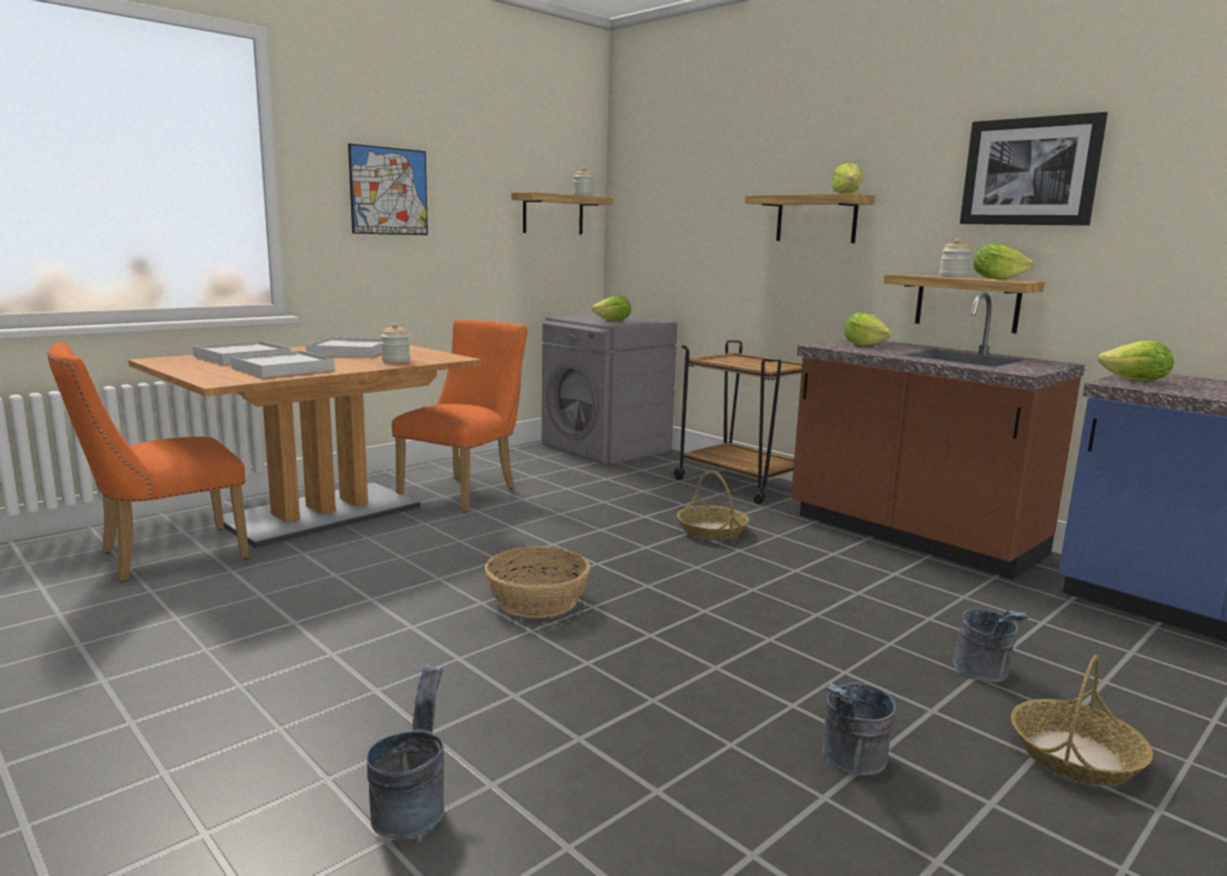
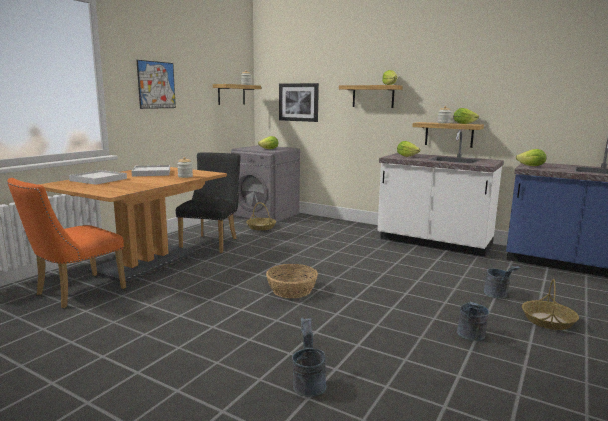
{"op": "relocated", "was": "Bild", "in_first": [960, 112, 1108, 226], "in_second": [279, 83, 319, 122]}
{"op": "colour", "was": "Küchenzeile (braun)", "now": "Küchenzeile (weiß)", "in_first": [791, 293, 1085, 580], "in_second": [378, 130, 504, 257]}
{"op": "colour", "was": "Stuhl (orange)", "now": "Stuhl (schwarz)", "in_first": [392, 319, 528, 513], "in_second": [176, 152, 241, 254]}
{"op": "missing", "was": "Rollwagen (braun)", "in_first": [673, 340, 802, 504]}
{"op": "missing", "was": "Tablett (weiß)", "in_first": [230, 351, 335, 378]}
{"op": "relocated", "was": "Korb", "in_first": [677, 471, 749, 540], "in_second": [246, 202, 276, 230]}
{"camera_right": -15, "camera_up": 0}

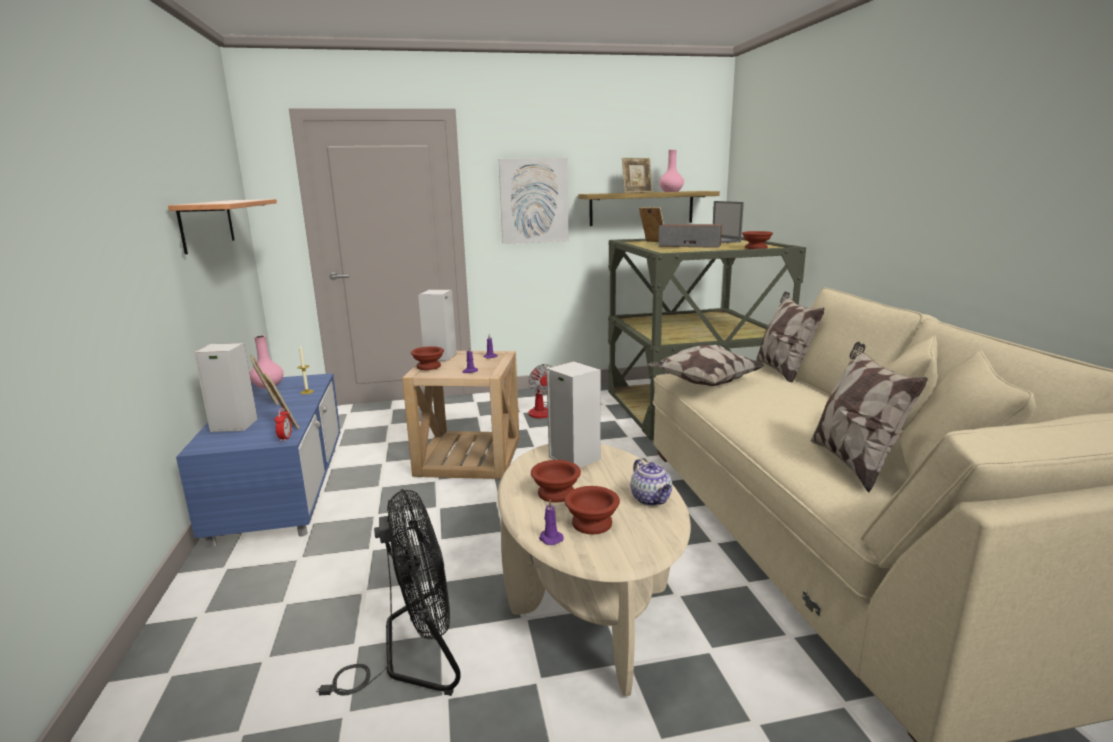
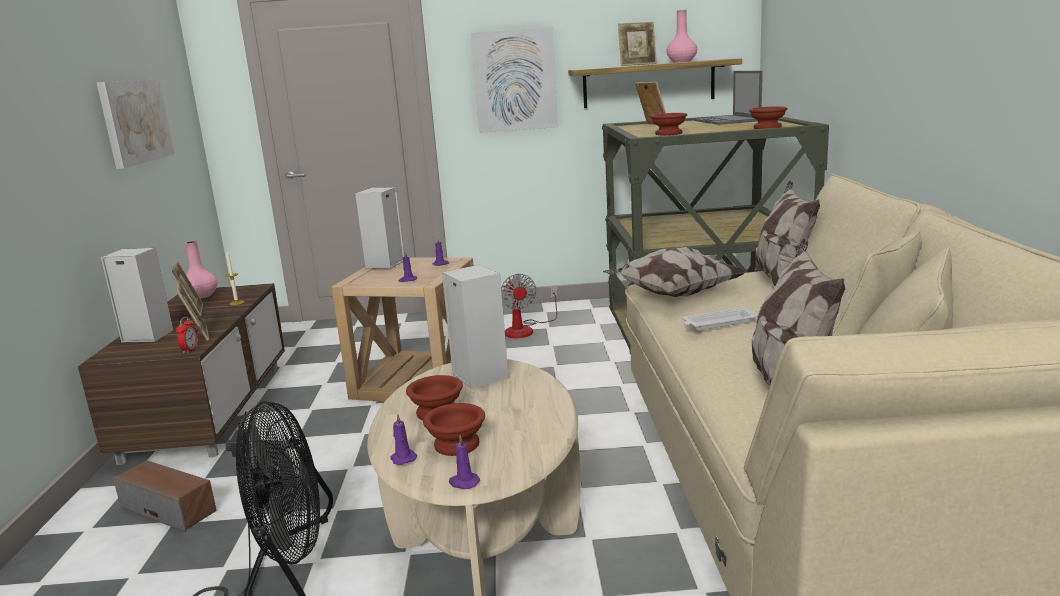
{"op": "exchanged", "was": "Wandregal", "now": "Bild", "in_first": [168, 199, 277, 254], "in_second": [97, 79, 175, 169]}
{"op": "relocated", "was": "Lautsprecher", "in_first": [658, 224, 722, 248], "in_second": [113, 460, 217, 531]}
{"op": "relocated", "was": "Schüssel (braun)", "in_first": [411, 346, 444, 370], "in_second": [650, 113, 687, 135]}
{"op": "colour", "was": "Fernsehschrank (blau)", "now": "Fernsehschrank (braun)", "in_first": [176, 373, 340, 548], "in_second": [78, 283, 285, 465]}
{"op": "missing", "was": "Teekanne", "in_first": [630, 459, 672, 506]}
{"op": "appeared", "now": "Tablett (weiß)", "in_second": [682, 307, 758, 330]}
{"op": "appeared", "now": "Kerze (lila)", "in_second": [449, 435, 480, 489]}
{"camera_right": 10, "camera_up": 0}

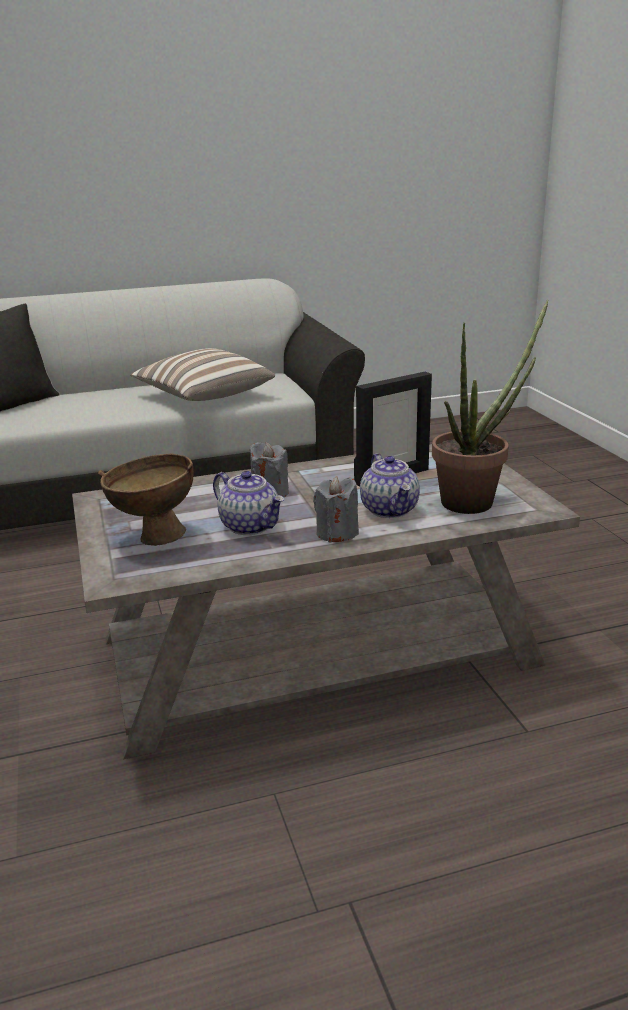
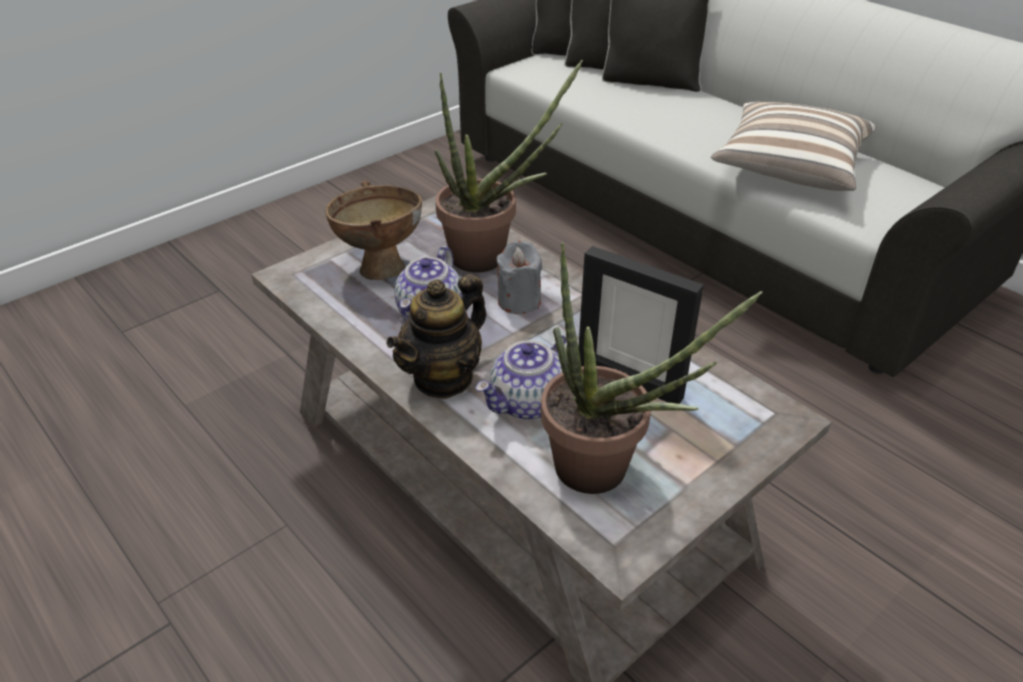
{"op": "exchanged", "was": "Kerze (grau)", "now": "Teekanne", "in_first": [313, 476, 359, 543], "in_second": [386, 274, 487, 399]}
{"op": "appeared", "now": "Topfpflanze", "in_second": [435, 60, 583, 273]}
{"camera_right": 65, "camera_up": 15}

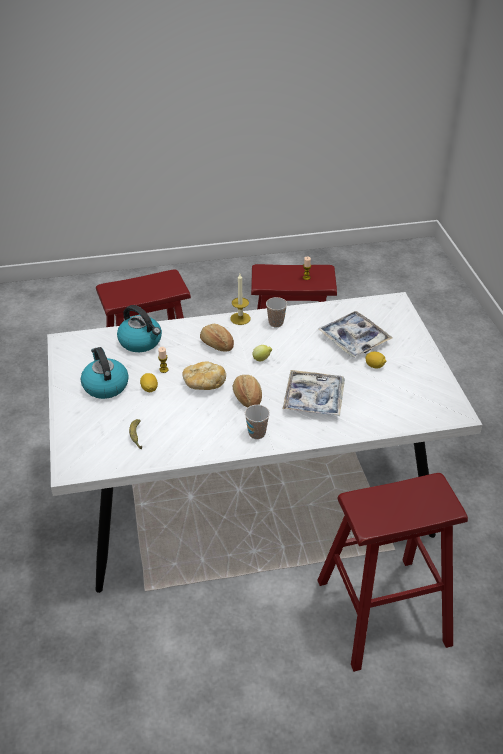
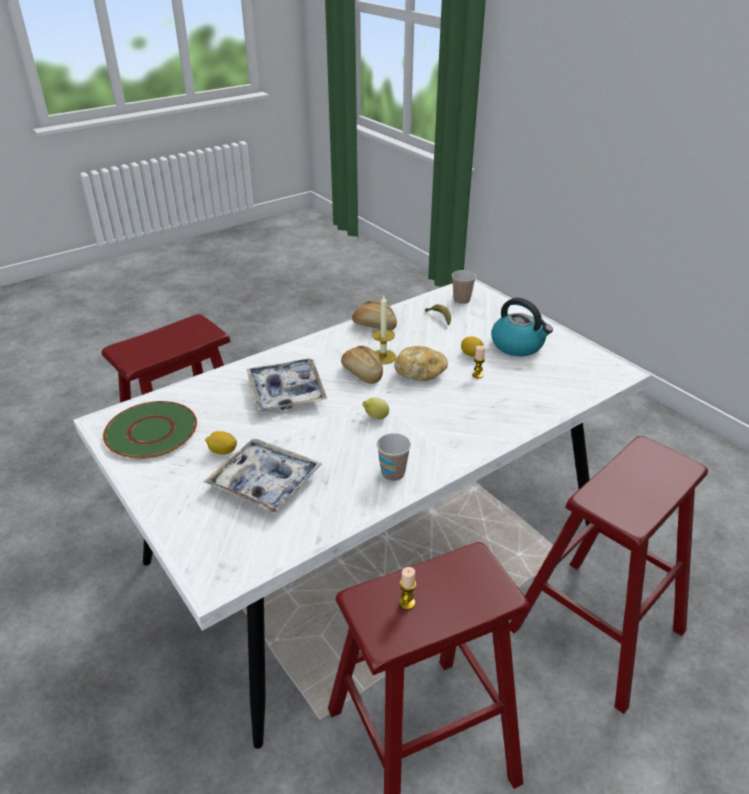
{"op": "relocated", "was": "Kerze", "in_first": [230, 274, 250, 325], "in_second": [372, 295, 396, 364]}
{"op": "missing", "was": "Wasserkessel", "in_first": [117, 305, 162, 352]}
{"op": "relocated", "was": "Brot", "in_first": [200, 324, 234, 352], "in_second": [352, 301, 397, 330]}
{"op": "relocated", "was": "Tasse", "in_first": [245, 405, 270, 439], "in_second": [452, 270, 476, 304]}
{"op": "appeared", "now": "Teller (grün)", "in_second": [103, 401, 197, 459]}
{"camera_right": 155, "camera_up": -5}

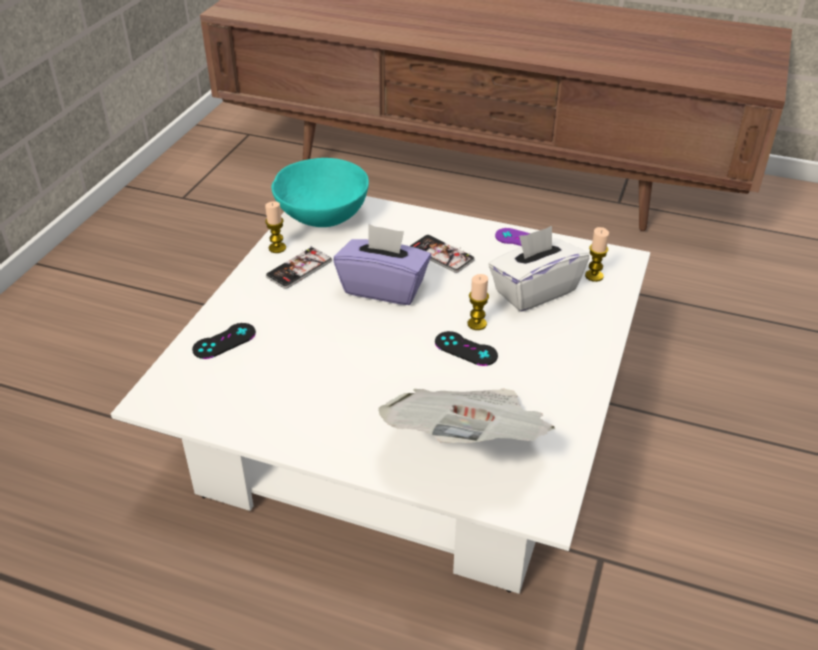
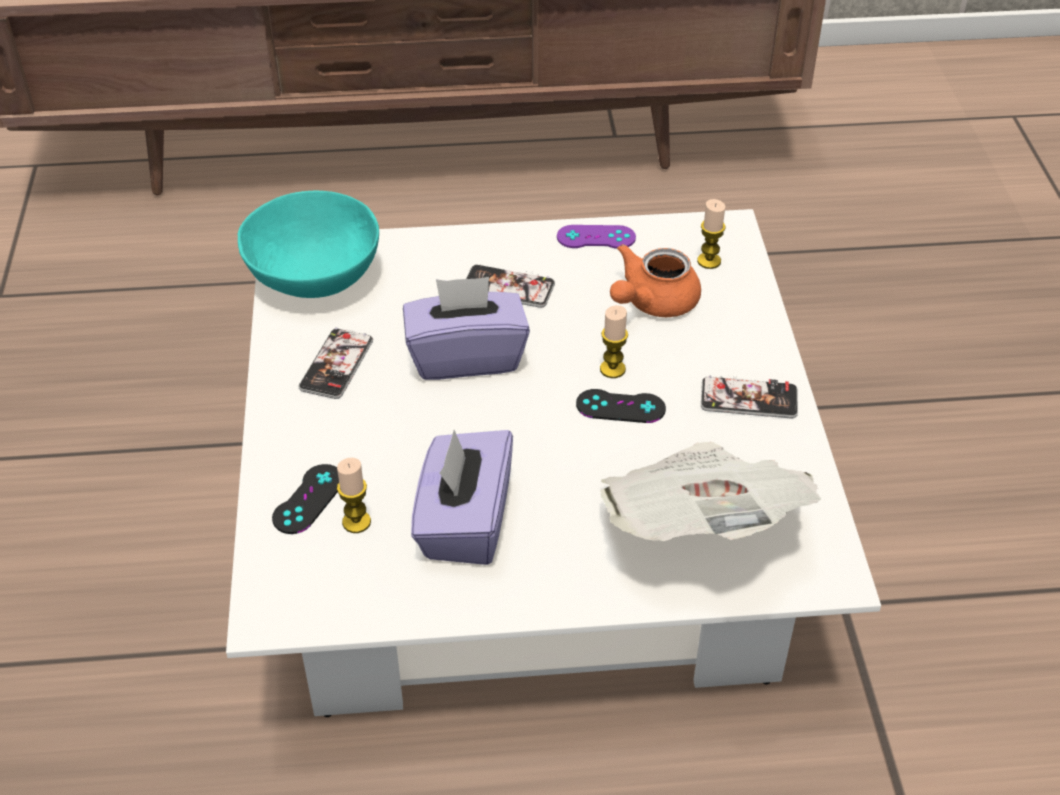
{"op": "relocated", "was": "Kerze", "in_first": [265, 201, 286, 253], "in_second": [337, 458, 371, 533]}
{"op": "exchanged", "was": "Taschentuchbox (weiß)", "now": "Teekanne (orange)", "in_first": [488, 226, 589, 312], "in_second": [610, 244, 701, 317]}
{"op": "appeared", "now": "Handy", "in_second": [701, 376, 798, 419]}
{"op": "appeared", "now": "Taschentuchbox (lila)", "in_second": [411, 430, 513, 565]}
{"camera_right": -25, "camera_up": 5}

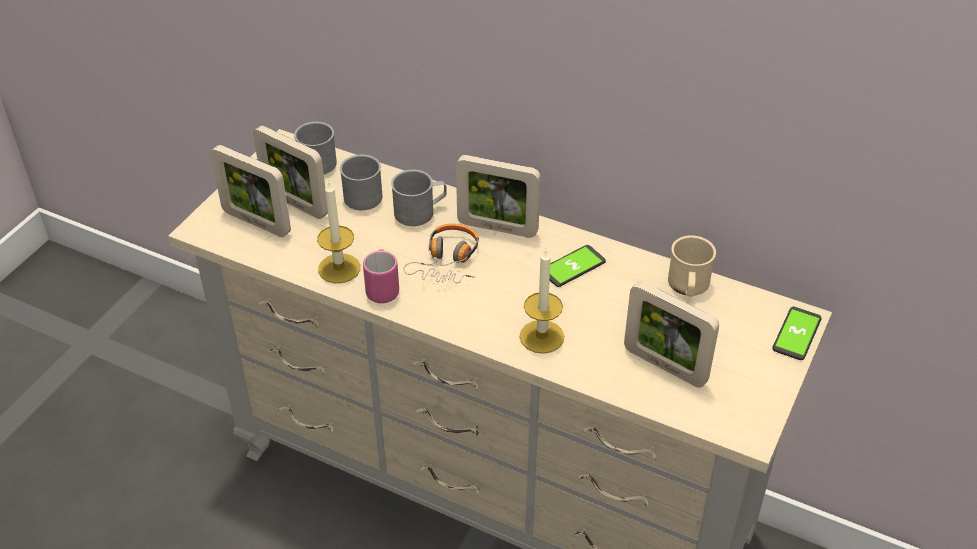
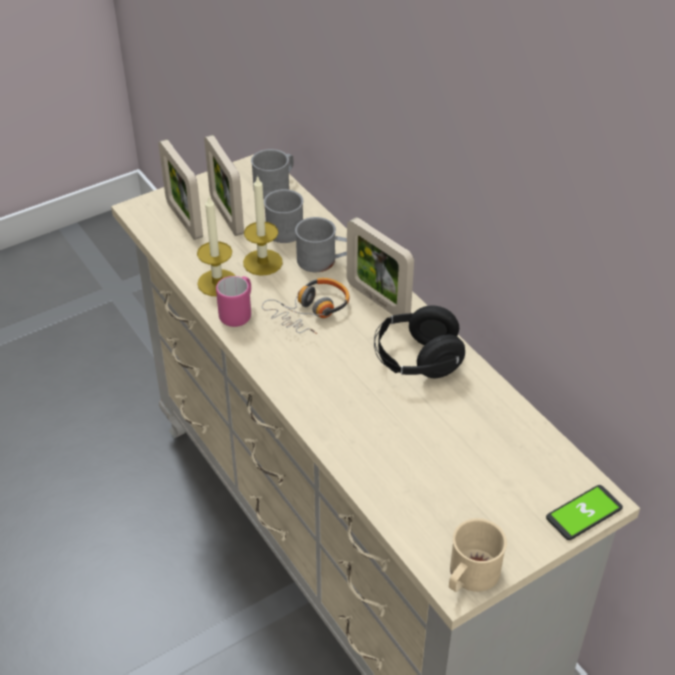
{"op": "relocated", "was": "Henkelbecher (beige)", "in_first": [668, 235, 716, 297], "in_second": [449, 518, 507, 592]}
{"op": "exchanged", "was": "Handy", "now": "Kopfhörer (schwarz)", "in_first": [550, 245, 606, 287], "in_second": [374, 305, 465, 378]}
{"op": "relocated", "was": "Kerze", "in_first": [520, 250, 564, 354], "in_second": [243, 175, 283, 276]}
{"op": "missing", "was": "Bilderrahmen", "in_first": [624, 281, 719, 388]}
{"camera_right": 30, "camera_up": 0}

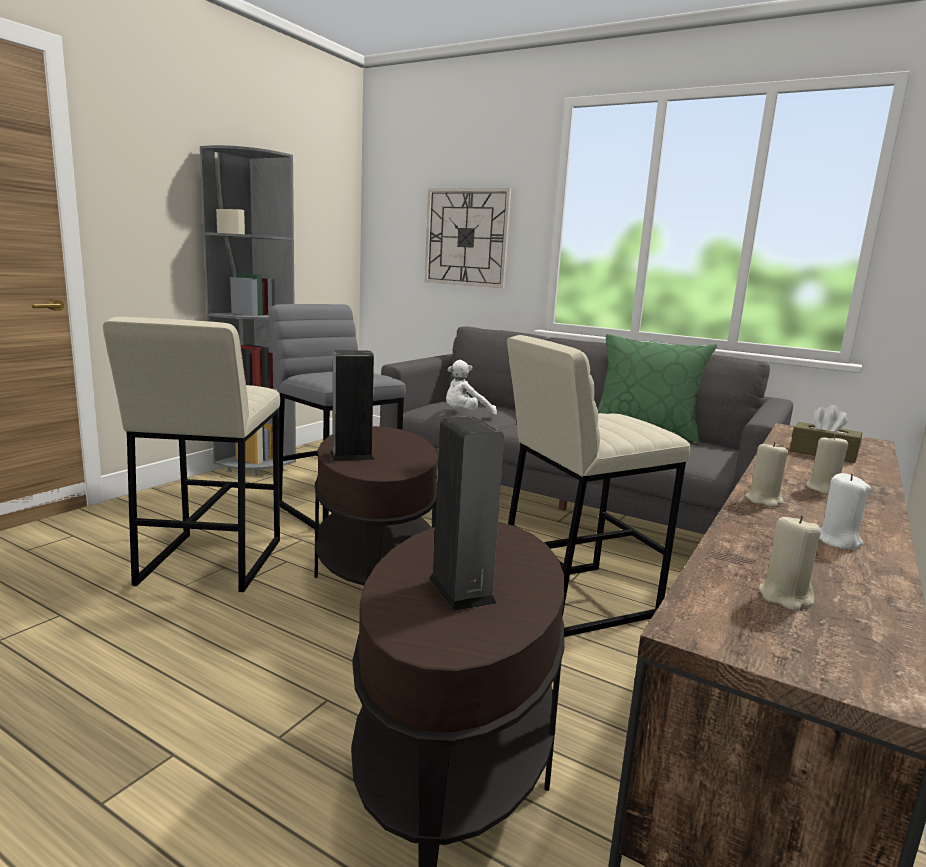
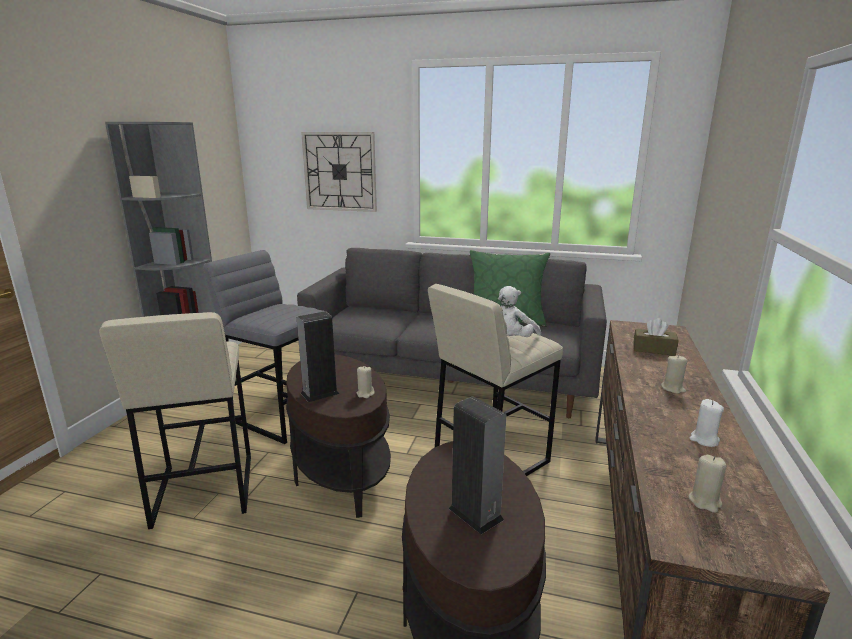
{"op": "relocated", "was": "Plüschtier (weiß)", "in_first": [446, 360, 497, 415], "in_second": [498, 286, 541, 337]}
{"op": "relocated", "was": "Kerze (beige)", "in_first": [745, 441, 788, 507], "in_second": [357, 366, 375, 398]}
{"camera_right": -15, "camera_up": 5}

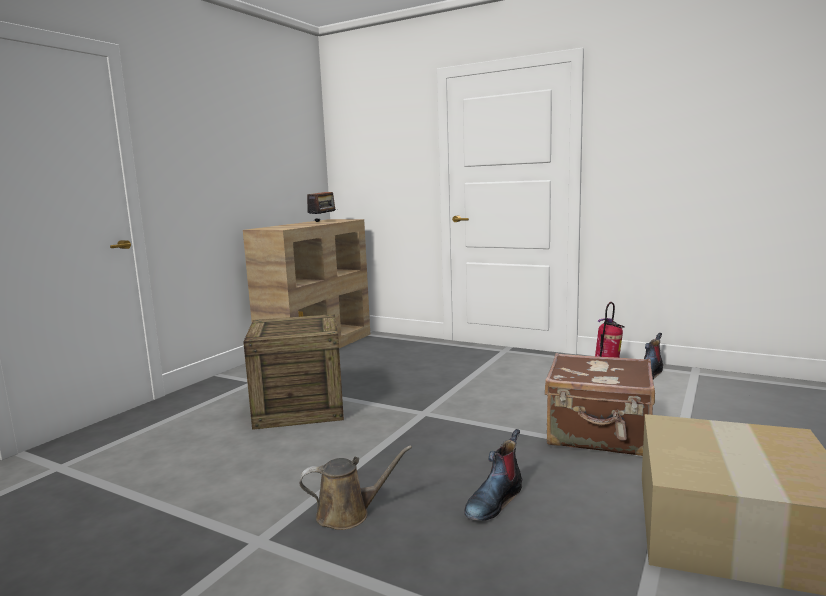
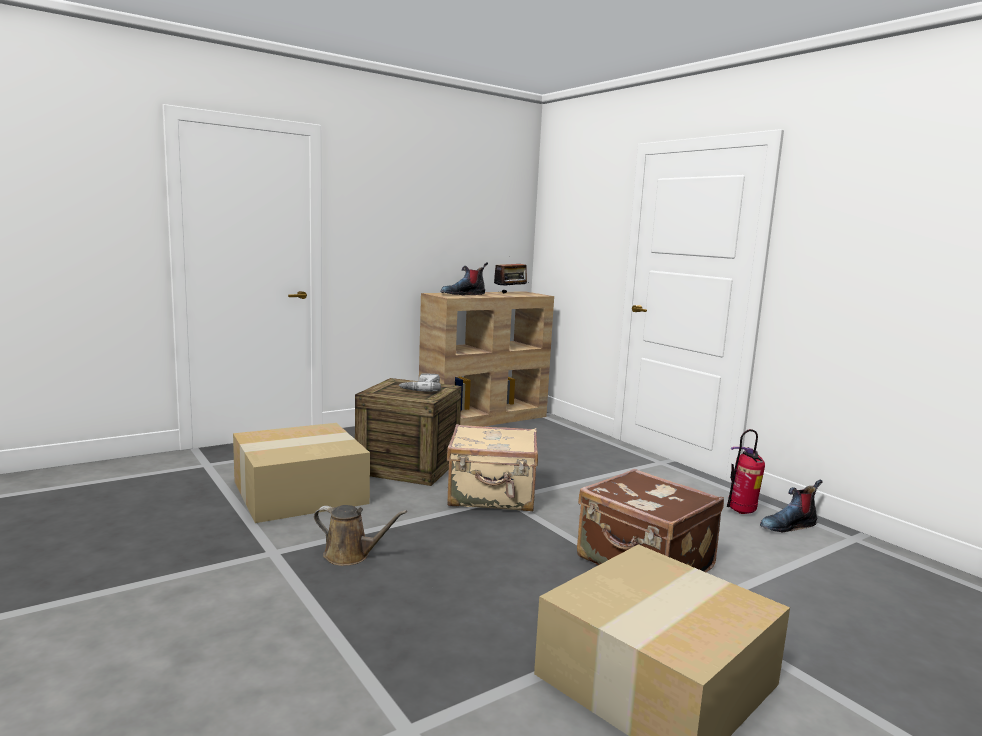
{"op": "relocated", "was": "Stiefel", "in_first": [464, 429, 522, 521], "in_second": [440, 262, 488, 295]}
{"op": "appeared", "now": "Bohrmaschine", "in_second": [399, 373, 441, 392]}
{"op": "appeared", "now": "Karton", "in_second": [233, 423, 370, 523]}
{"op": "appeared", "now": "Koffer (beige)", "in_second": [447, 424, 538, 511]}
{"camera_right": 25, "camera_up": 0}

